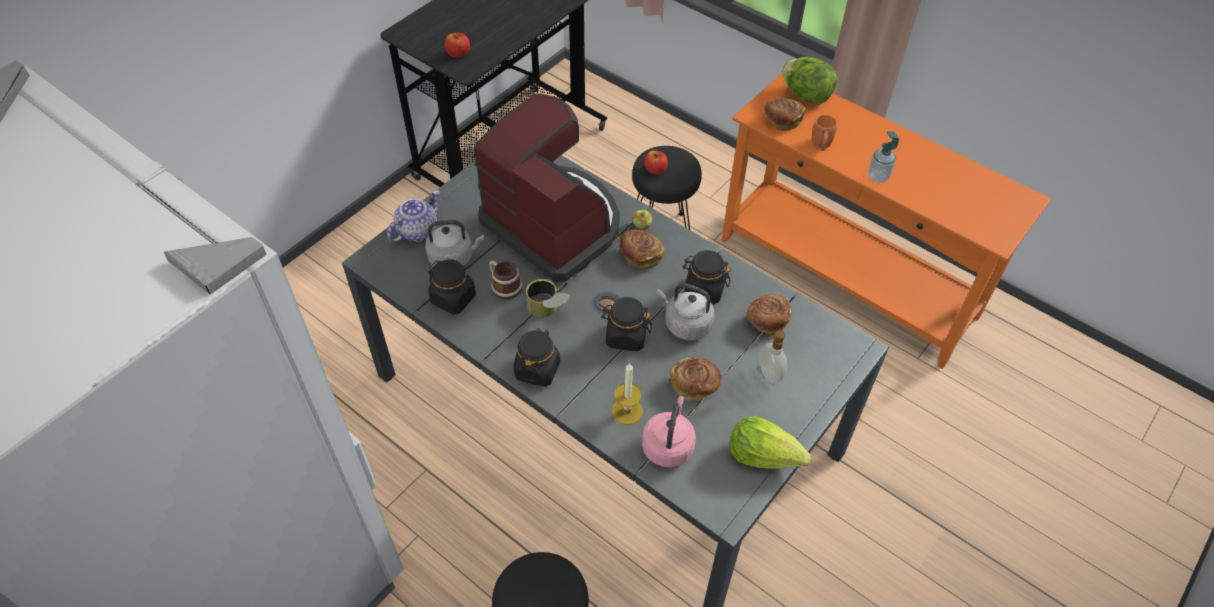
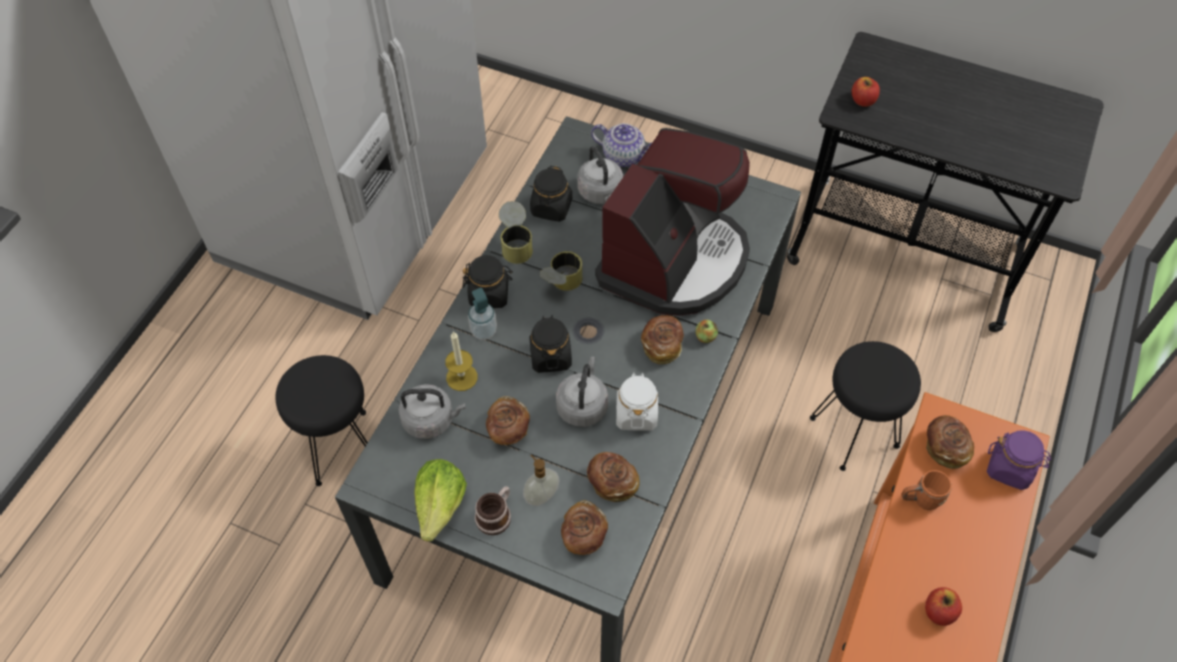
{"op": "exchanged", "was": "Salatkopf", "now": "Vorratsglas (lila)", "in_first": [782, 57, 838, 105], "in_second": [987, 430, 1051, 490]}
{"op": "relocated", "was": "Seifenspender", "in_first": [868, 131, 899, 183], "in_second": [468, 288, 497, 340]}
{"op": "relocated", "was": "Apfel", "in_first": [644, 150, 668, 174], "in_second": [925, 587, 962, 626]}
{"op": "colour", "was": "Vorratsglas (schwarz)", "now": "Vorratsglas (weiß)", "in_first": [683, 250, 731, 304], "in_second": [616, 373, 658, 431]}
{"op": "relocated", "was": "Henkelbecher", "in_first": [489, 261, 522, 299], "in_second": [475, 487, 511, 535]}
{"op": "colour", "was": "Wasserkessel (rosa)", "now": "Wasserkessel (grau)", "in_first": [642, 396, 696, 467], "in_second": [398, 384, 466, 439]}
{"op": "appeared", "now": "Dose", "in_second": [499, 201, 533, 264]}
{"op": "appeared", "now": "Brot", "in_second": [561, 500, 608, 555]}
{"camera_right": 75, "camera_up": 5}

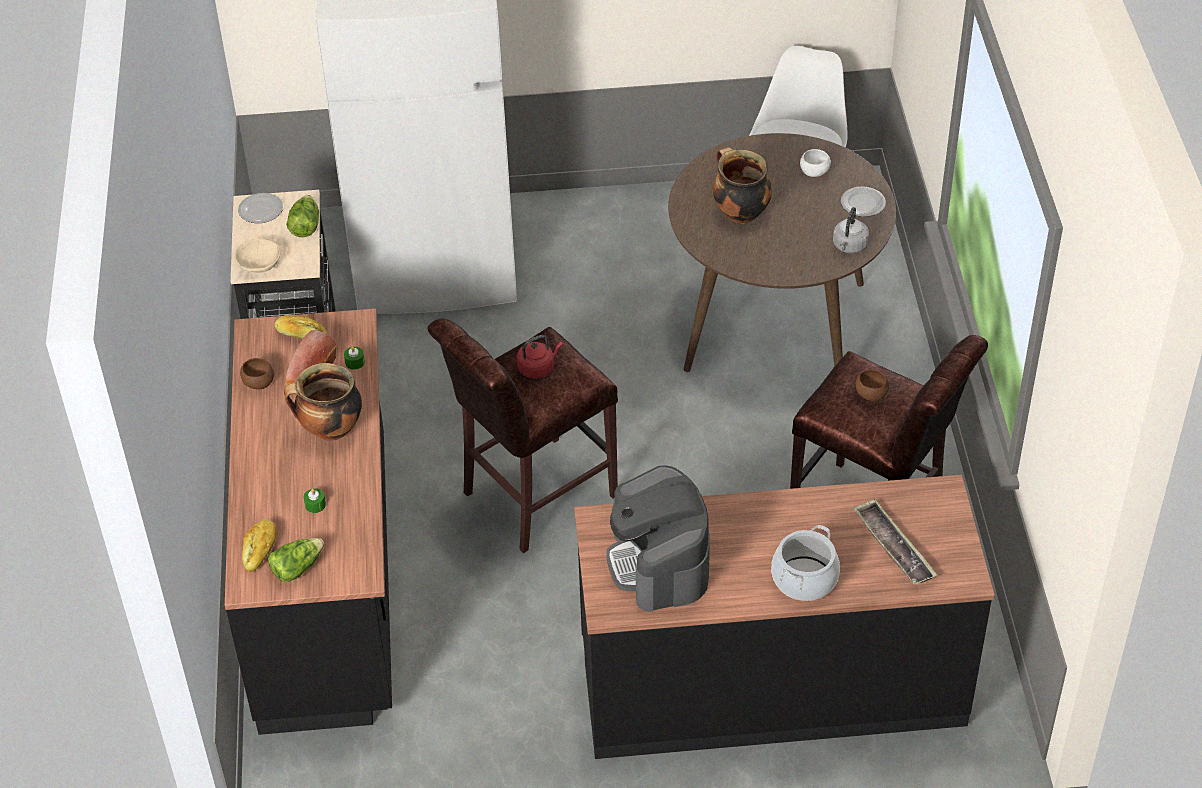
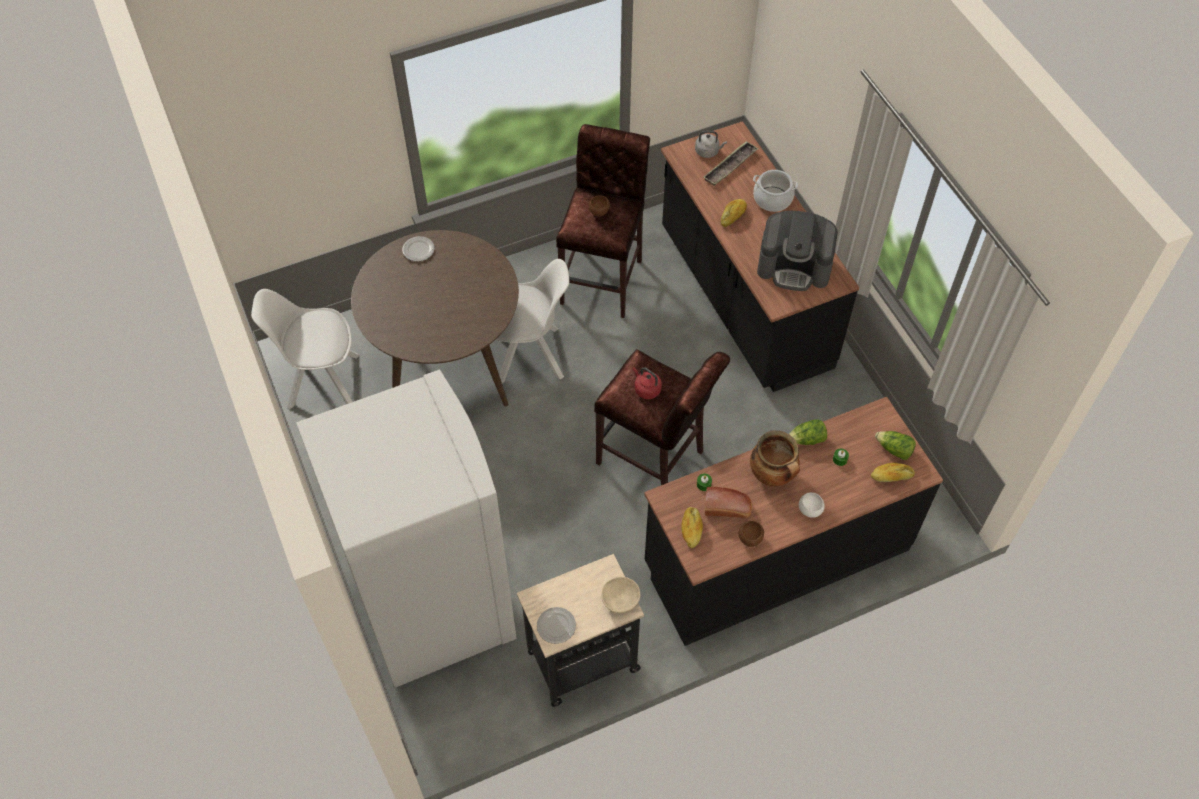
{"op": "missing", "was": "Kochtopf", "in_first": [712, 147, 772, 223]}
{"op": "relocated", "was": "Schüssel (weiß)", "in_first": [800, 149, 831, 177], "in_second": [799, 492, 824, 518]}
{"op": "relocated", "was": "Salatkopf", "in_first": [286, 195, 319, 237], "in_second": [789, 419, 827, 445]}
{"op": "relocated", "was": "Wasserkessel (grau)", "in_first": [833, 207, 869, 253], "in_second": [695, 131, 727, 158]}
{"op": "spun", "was": "Kaffeemaschine", "in_first": [606, 465, 710, 612], "in_second": [757, 211, 838, 291], "clockwise": 45}
{"op": "appeared", "now": "Brot", "in_second": [721, 199, 747, 227]}
{"op": "appeared", "now": "Stuhl (weiß)", "in_second": [496, 259, 569, 384]}
{"camera_right": -110, "camera_up": 10}

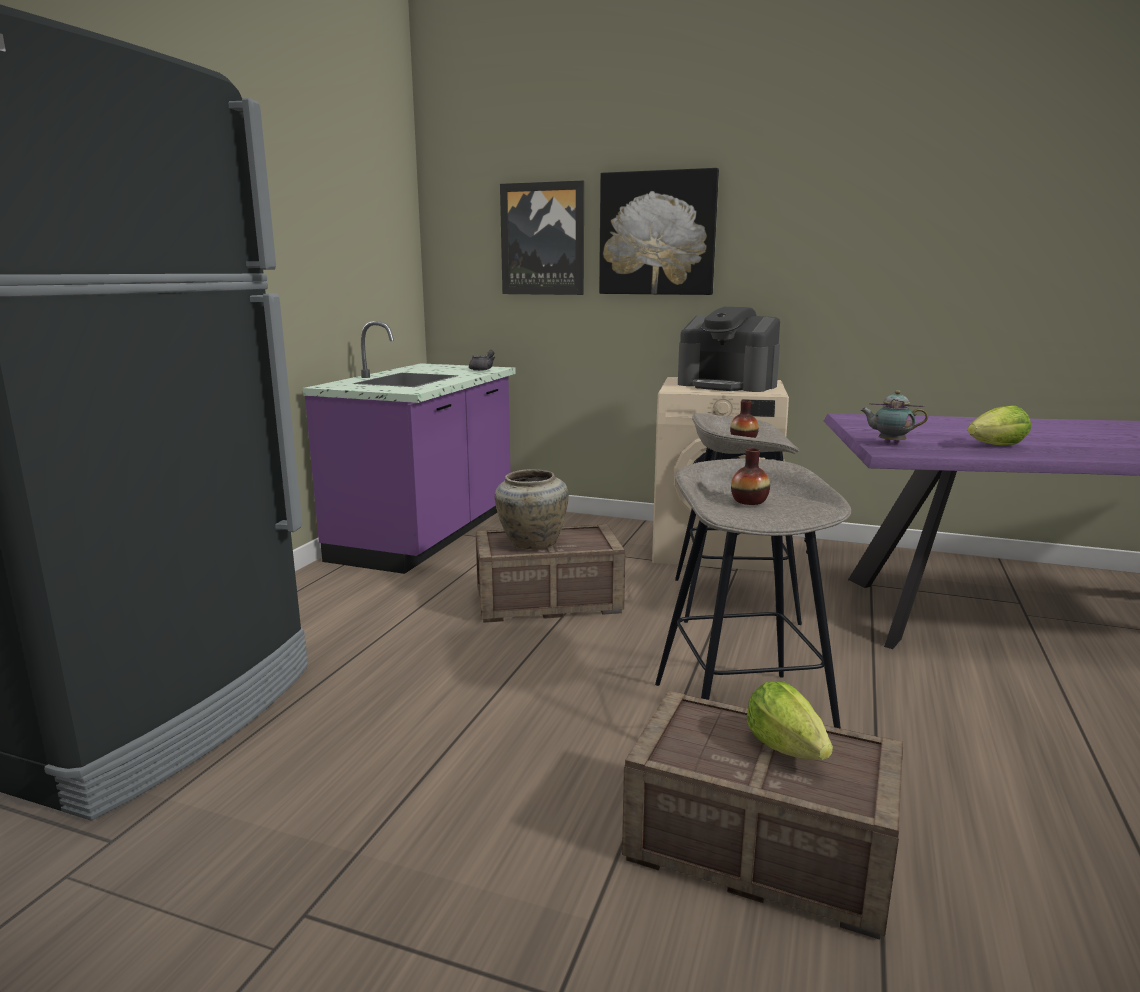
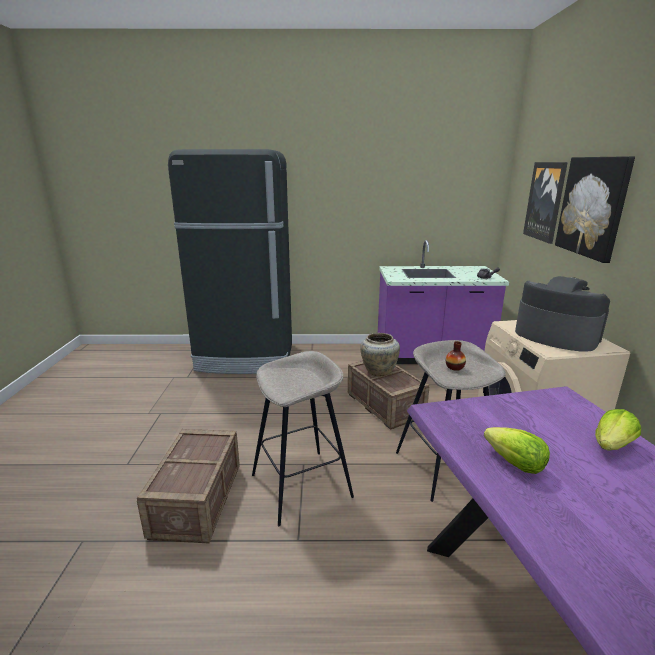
{"op": "spun", "was": "Kaffeemaschine", "in_first": [678, 307, 780, 392], "in_second": [515, 276, 610, 352], "clockwise": 120}
{"op": "missing", "was": "Teekanne", "in_first": [860, 390, 928, 444]}
{"op": "missing", "was": "Vase", "in_first": [731, 448, 770, 505]}
{"op": "relocated", "was": "Salatkopf", "in_first": [746, 682, 833, 760], "in_second": [595, 409, 641, 450]}
{"camera_right": 70, "camera_up": 5}

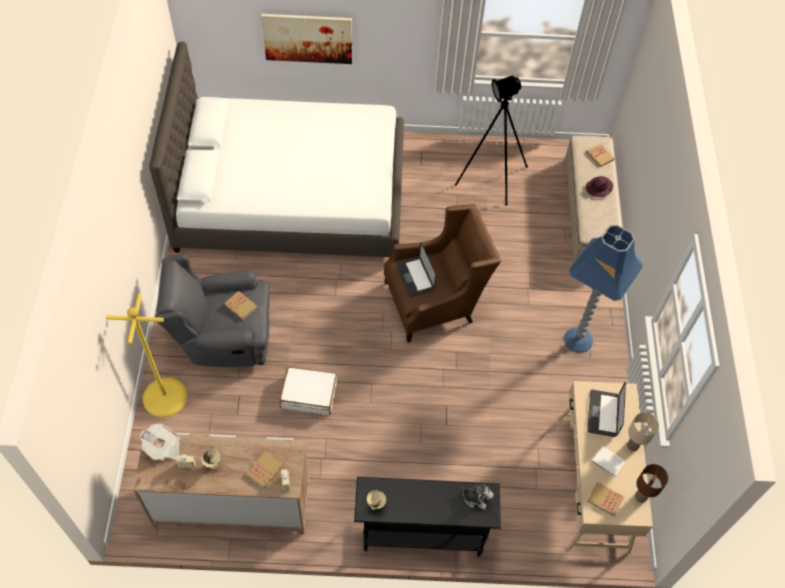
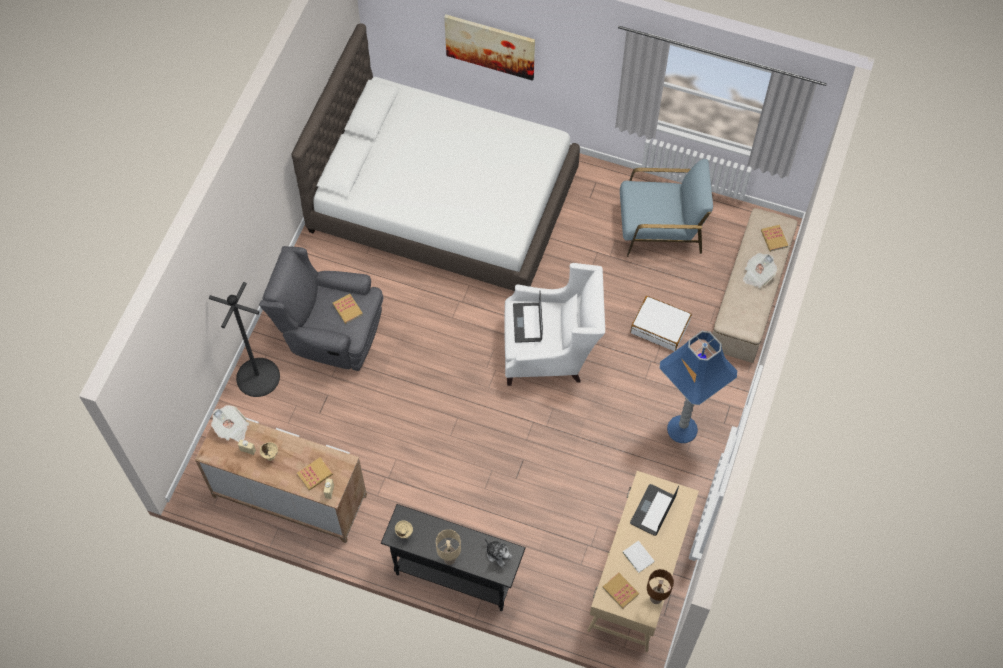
{"op": "exchanged", "was": "Stehlampe (schwarz)", "now": "Sessel (blau)", "in_first": [455, 76, 528, 205], "in_second": [620, 159, 713, 257]}
{"op": "exchanged", "was": "Hut (lila)", "now": "Zeitung", "in_first": [586, 176, 613, 197], "in_second": [743, 253, 777, 288]}
{"op": "colour", "was": "Sessel (braun)", "now": "Sessel (weiß)", "in_first": [384, 204, 501, 343], "in_second": [504, 263, 605, 386]}
{"op": "colour", "was": "Kleiderständer (gelb)", "now": "Kleiderständer (schwarz)", "in_first": [106, 294, 188, 417], "in_second": [209, 282, 280, 397]}
{"op": "relocated", "was": "Koffer (weiß)", "in_first": [280, 367, 337, 415], "in_second": [630, 296, 692, 351]}
{"op": "relocated", "was": "Tischlampe (beige)", "in_first": [627, 412, 659, 451], "in_second": [436, 529, 461, 565]}
{"camera_right": 20, "camera_up": 5}

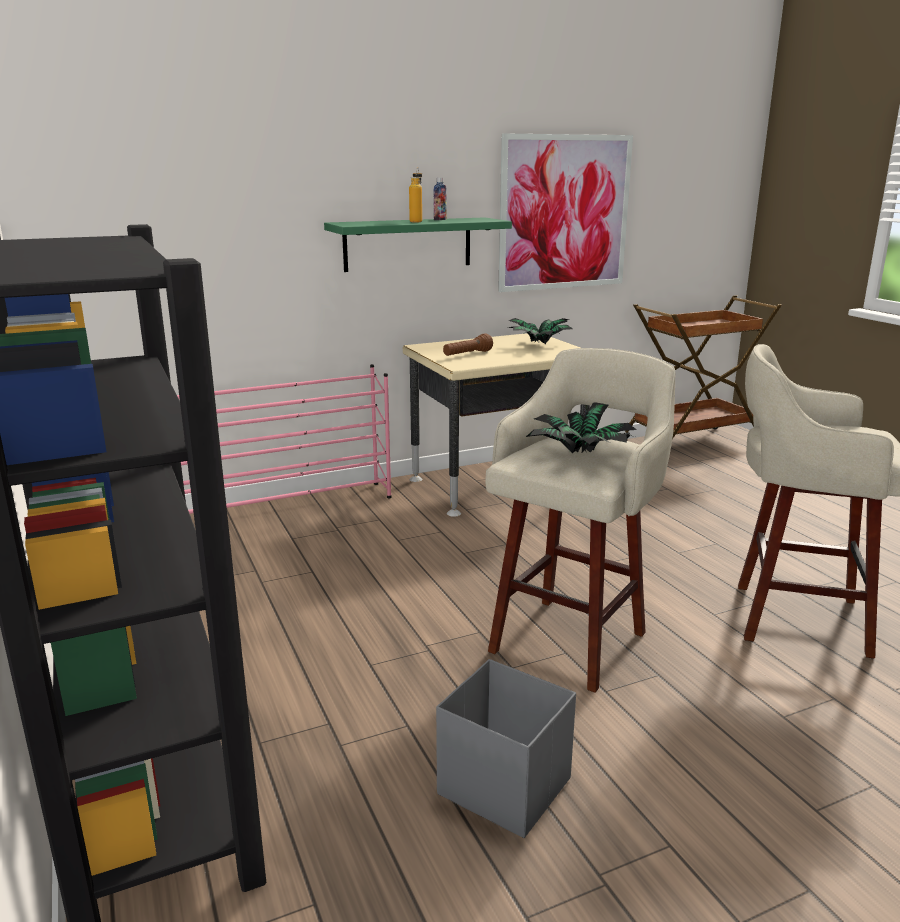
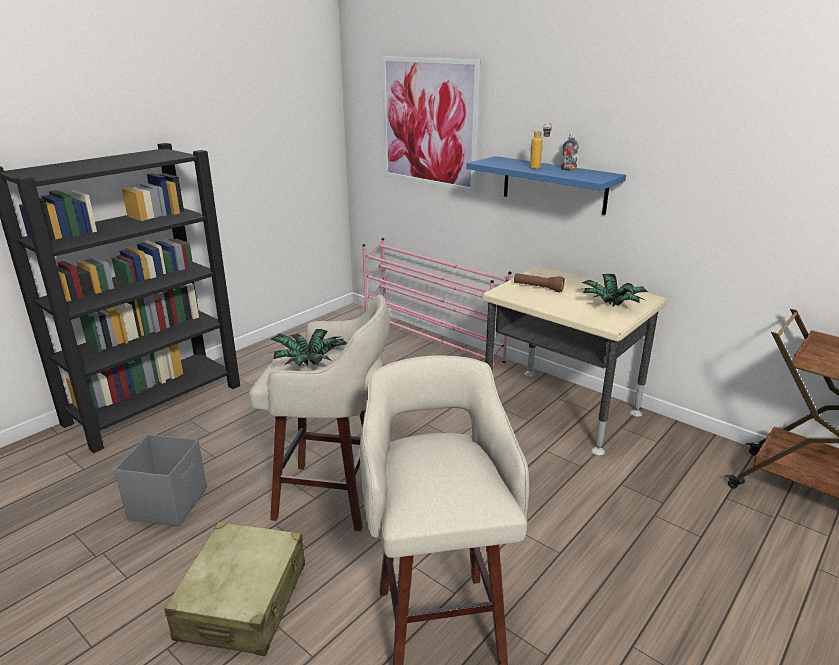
{"op": "relocated", "was": "Bild", "in_first": [498, 133, 633, 292], "in_second": [382, 56, 481, 193]}
{"op": "colour", "was": "Wandregal (grün)", "now": "Wandregal (blau)", "in_first": [324, 217, 512, 272], "in_second": [466, 156, 626, 215]}
{"op": "appeared", "now": "Koffer (beige)", "in_second": [164, 522, 305, 656]}
{"camera_right": 65, "camera_up": 5}

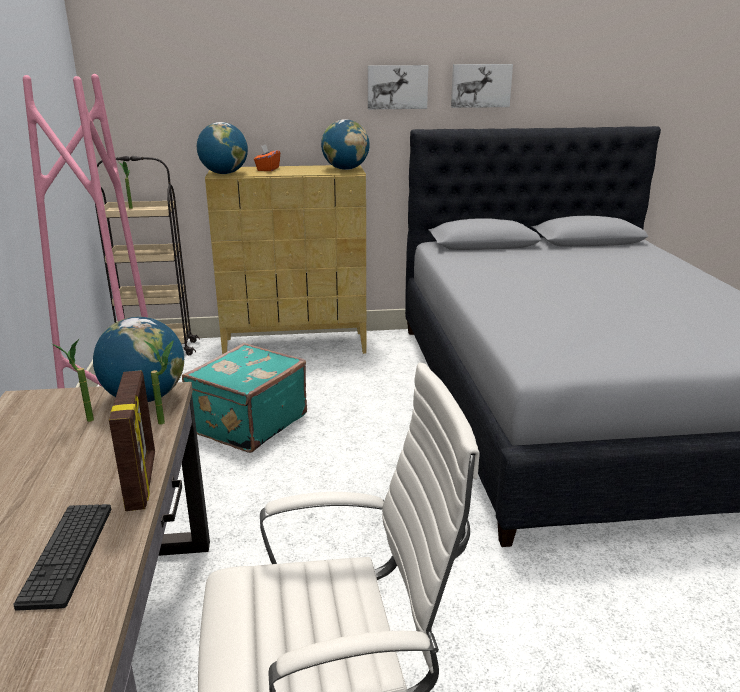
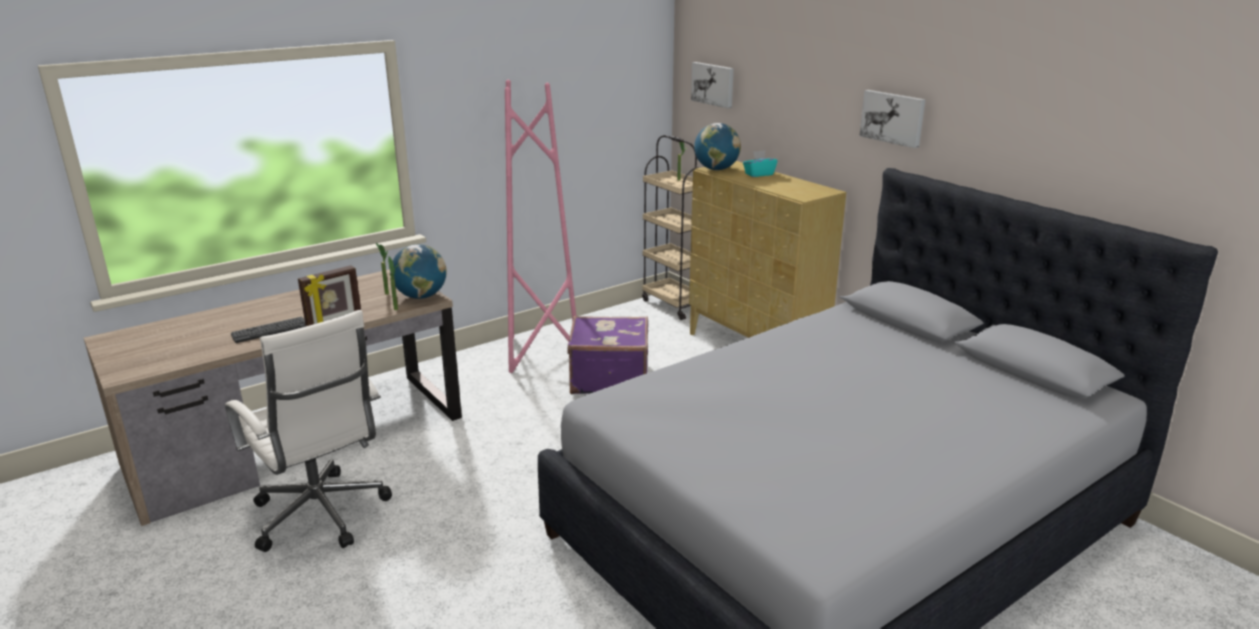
{"op": "relocated", "was": "Bild", "in_first": [451, 64, 513, 108], "in_second": [691, 62, 734, 108]}
{"op": "missing", "was": "Globus", "in_first": [321, 119, 369, 170]}
{"op": "colour", "was": "Taschentuchbox (orange)", "now": "Taschentuchbox (türkis)", "in_first": [254, 144, 280, 171], "in_second": [743, 150, 777, 177]}
{"op": "colour", "was": "Koffer (türkis)", "now": "Koffer (lila)", "in_first": [182, 343, 307, 453], "in_second": [567, 316, 648, 394]}
{"camera_right": 60, "camera_up": 0}

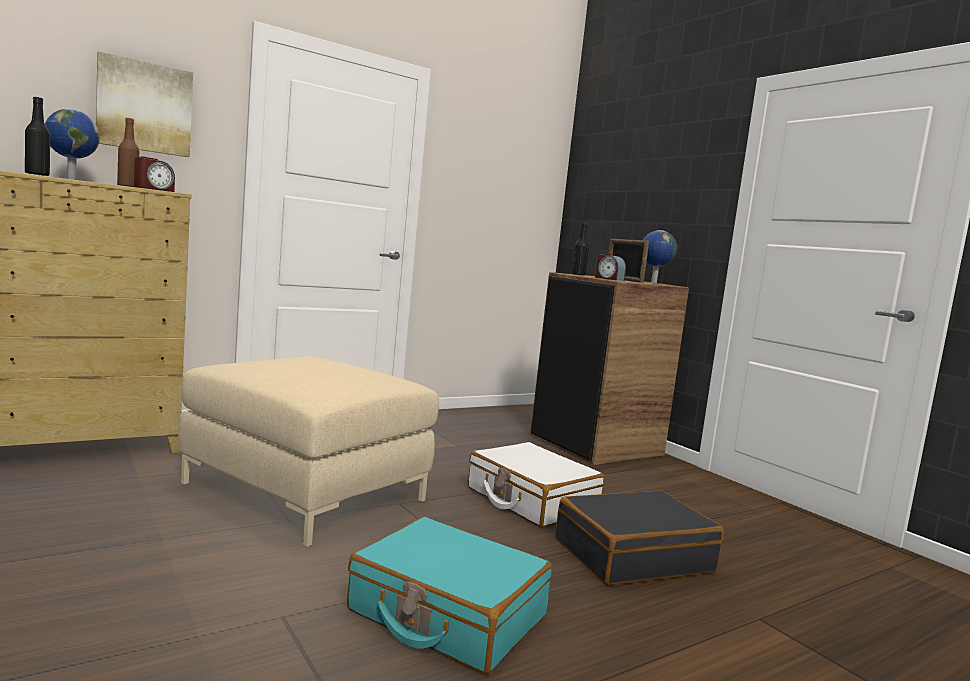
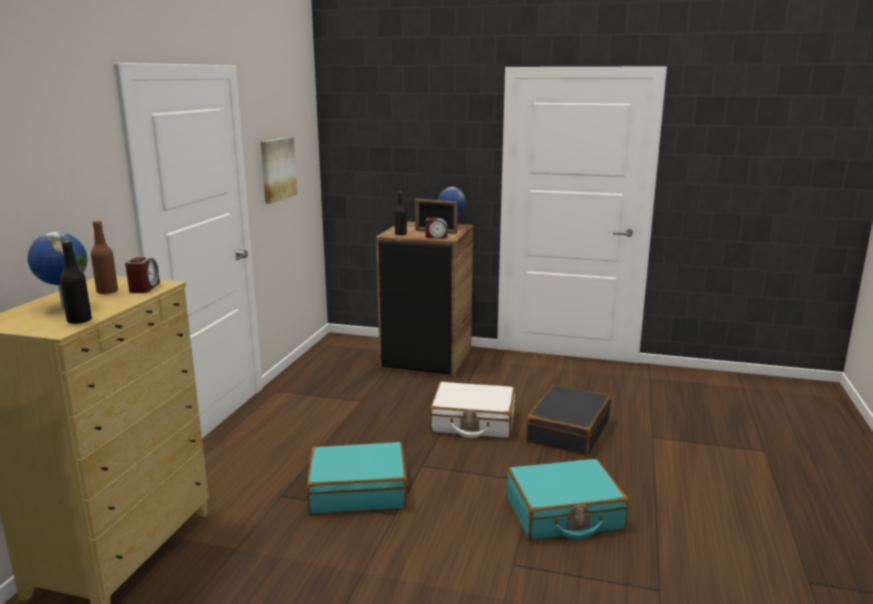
{"op": "relocated", "was": "Bild", "in_first": [96, 51, 193, 157], "in_second": [261, 137, 297, 204]}
{"op": "exchanged", "was": "Polsterhocker (beige)", "now": "Koffer (türkis)", "in_first": [178, 356, 439, 547], "in_second": [307, 442, 407, 515]}
{"camera_right": -40, "camera_up": 10}

